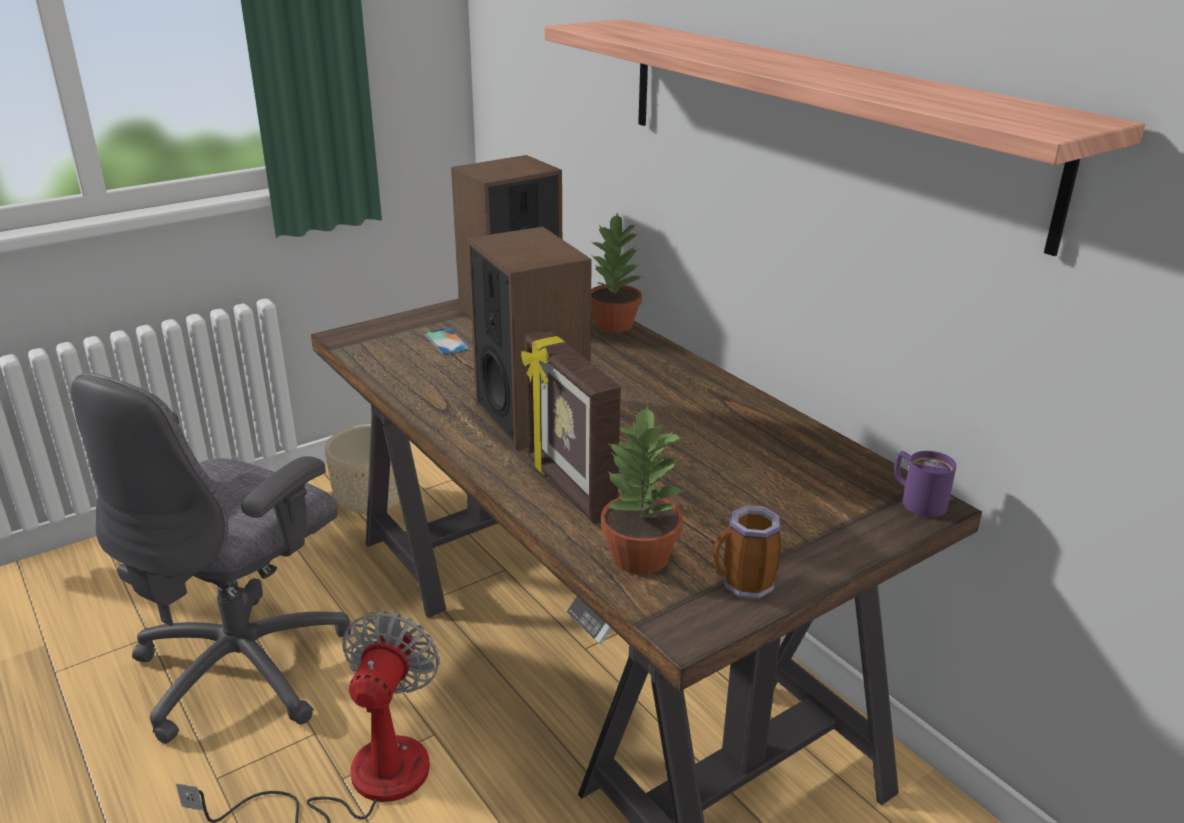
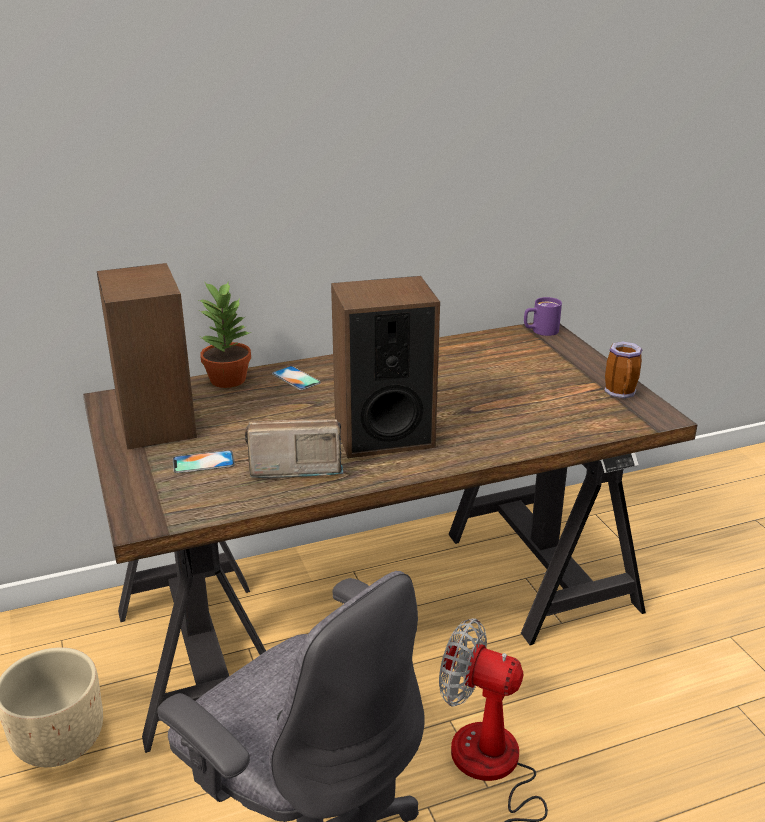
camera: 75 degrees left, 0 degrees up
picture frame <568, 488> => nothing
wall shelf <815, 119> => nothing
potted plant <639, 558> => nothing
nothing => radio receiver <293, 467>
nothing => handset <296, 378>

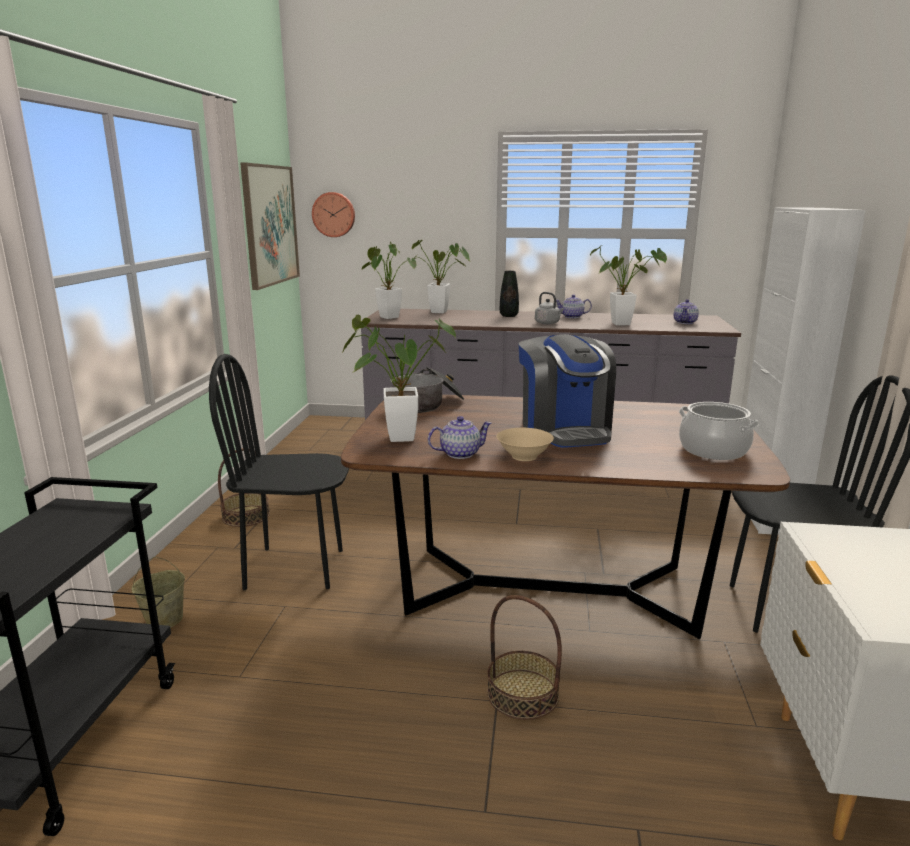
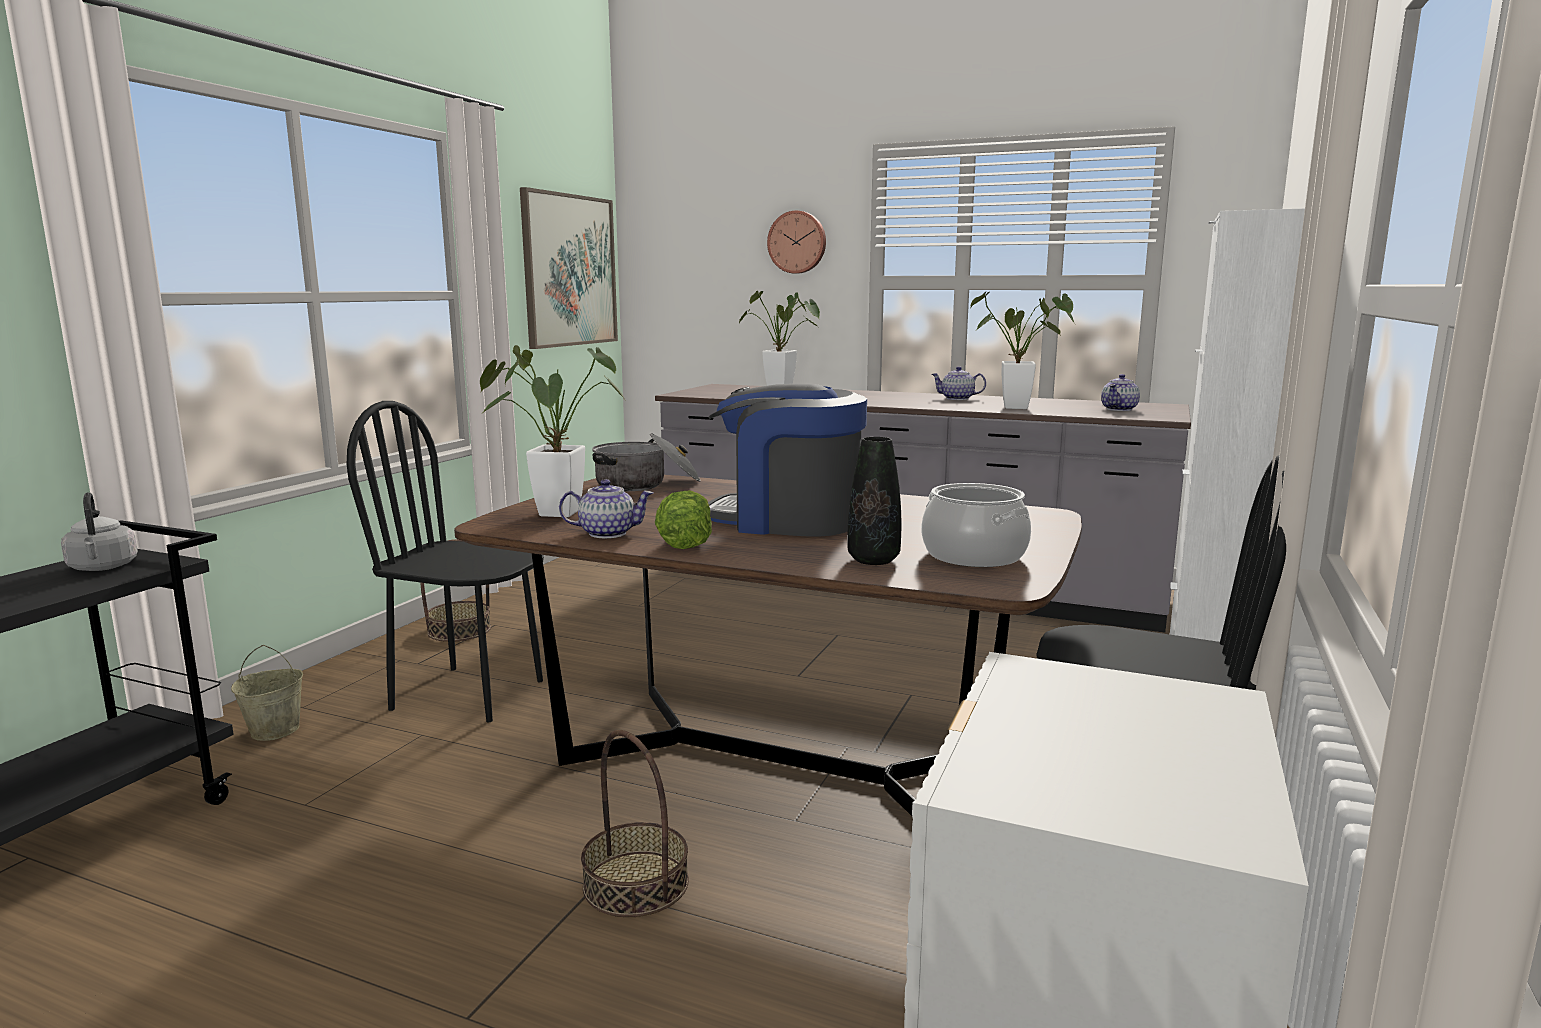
camera: 15 degrees right, 5 degrees down
wall clock <334, 214> => wall clock <797, 242>, relocated
potted plant <387, 317> => nothing
beige-coloured bowl <523, 456> => head of lettuce <686, 542>
black decorative vase <508, 316> => black decorative vase <873, 560>, relocated
coffee brewer <564, 430> => coffee brewer <787, 520>, 105 degrees clockwise
grey water kettle <548, 323> => grey water kettle <103, 568>, relocated

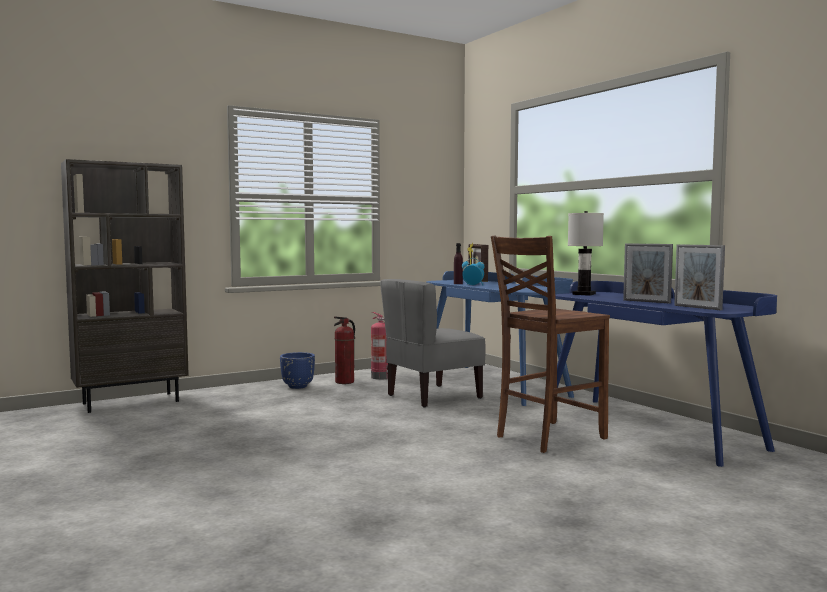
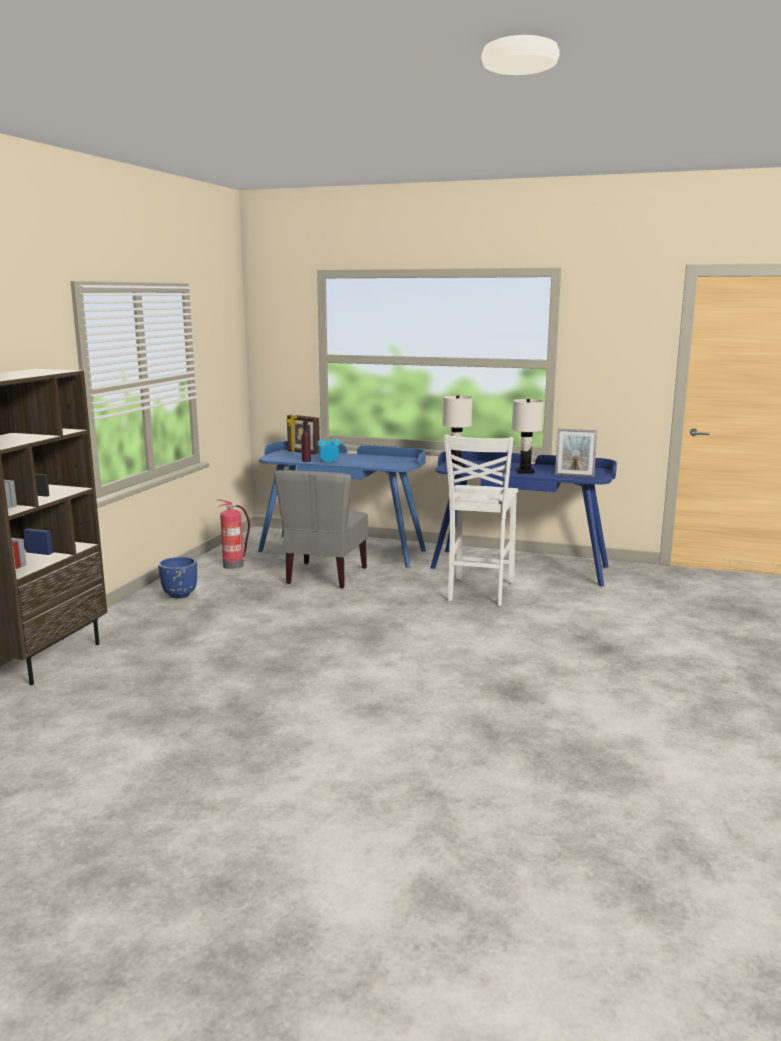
camera: 40 degrees left, 10 degrees up
fire extinguisher <344, 382> => nothing
brown-coloured chair <547, 437> => whitish chair <478, 592>
picture frame <646, 301> => whitish lamp for a table <525, 471>

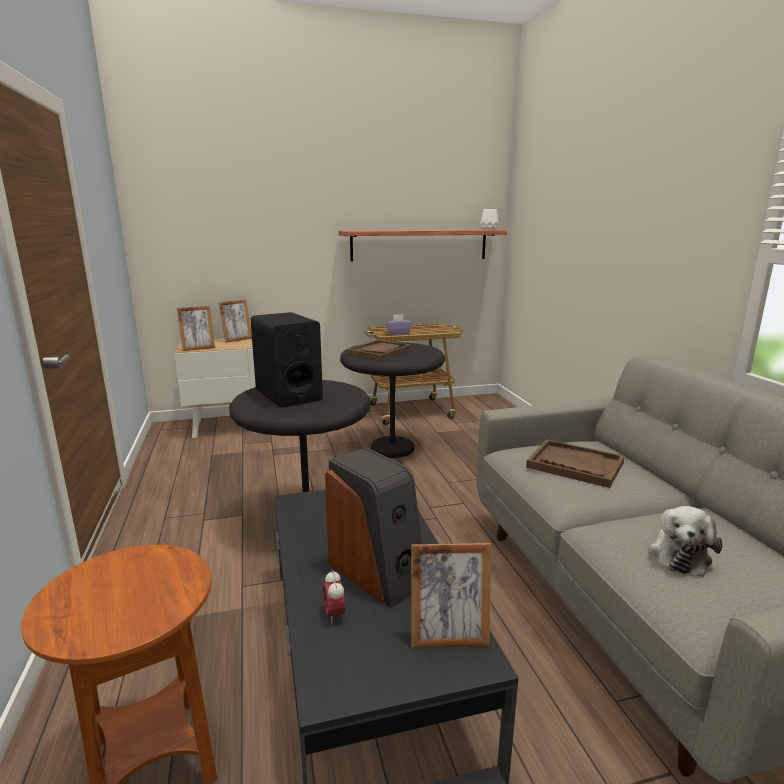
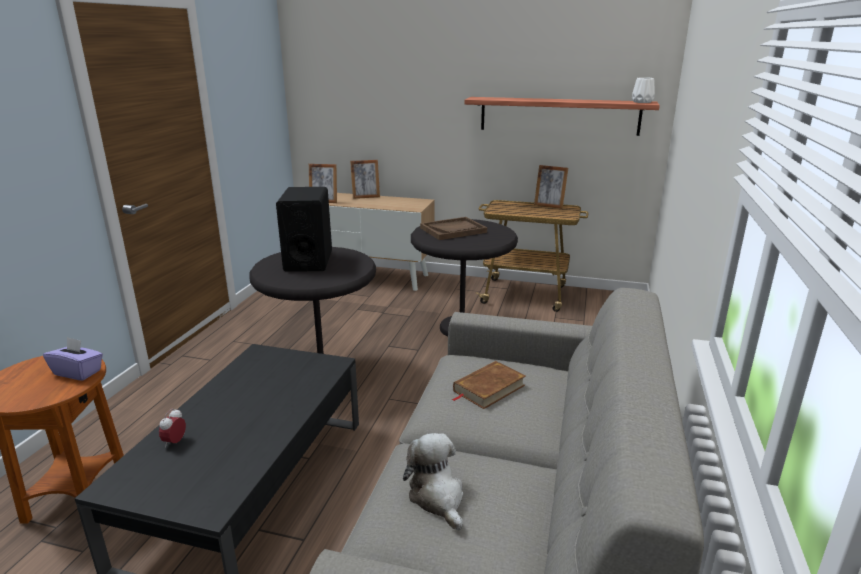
camera: 30 degrees right, 5 degrees up
speaker <377, 573> => nothing
purplish tissue holder <398, 333> => purplish tissue holder <78, 372>, relocated
picture frame <449, 639> => picture frame <549, 206>, relocated
brown-coloured tray <574, 465> => brown-coloured book <488, 388>
plush toy <679, 554> => plush toy <437, 497>, 105 degrees clockwise

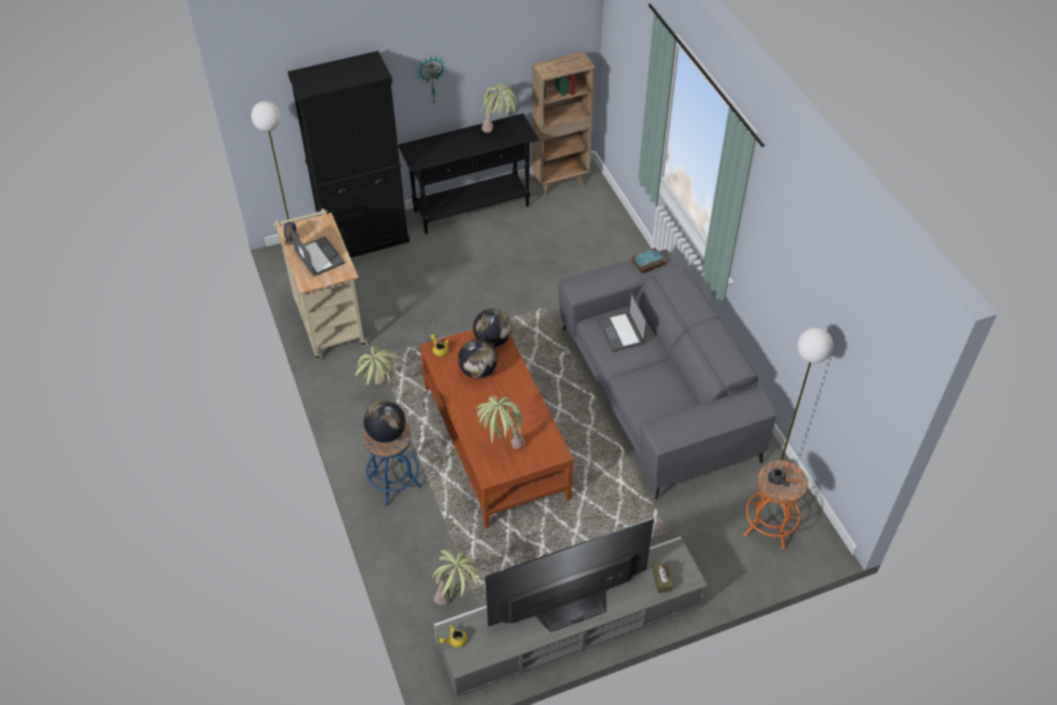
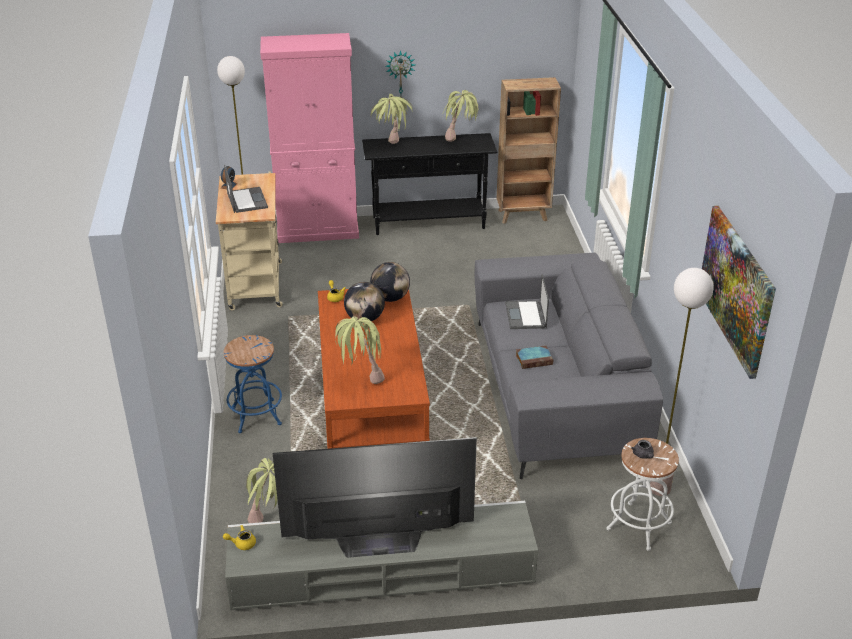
camera: 15 degrees right, 15 degrees down
black cupboard <364, 239> => pink-coloured cupboard <318, 230>
potted plant <380, 393> => potted plant <391, 148>, relocated
world globe <386, 433> => nothing
book <648, 262> => book <534, 359>, relocated
brown-coloured tissue holder <662, 580> => nothing
orange stool <769, 525> => whitish stool <639, 526>
nothing => picture <736, 289>

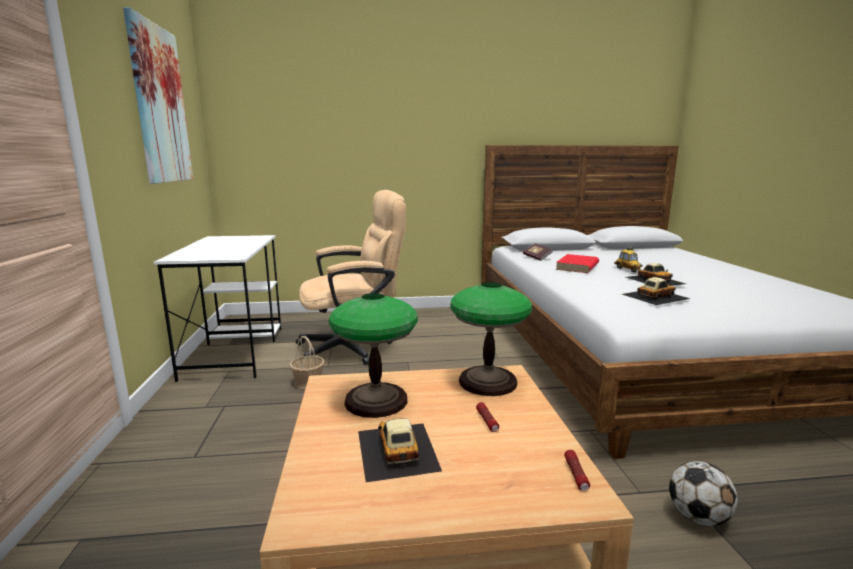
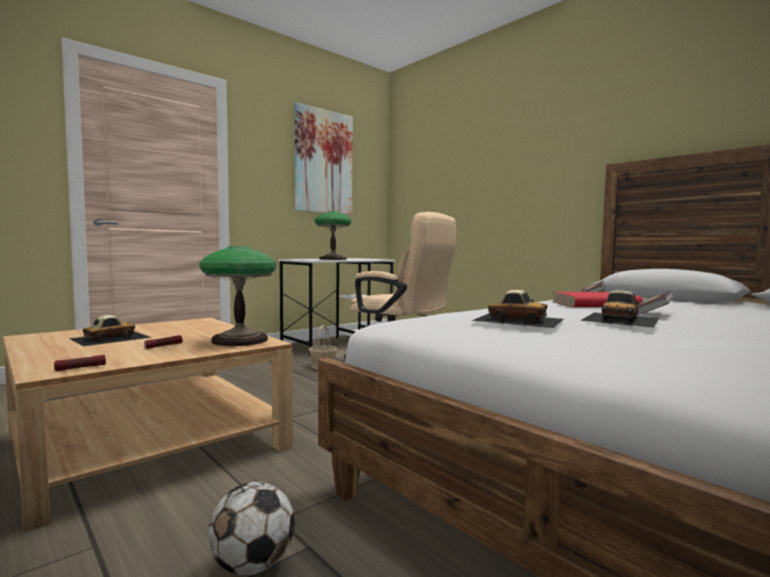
camera: 55 degrees right, 10 degrees down
lamp for a table <376, 401> => lamp for a table <332, 259>, relocated
model car <627, 270> => book <652, 314>

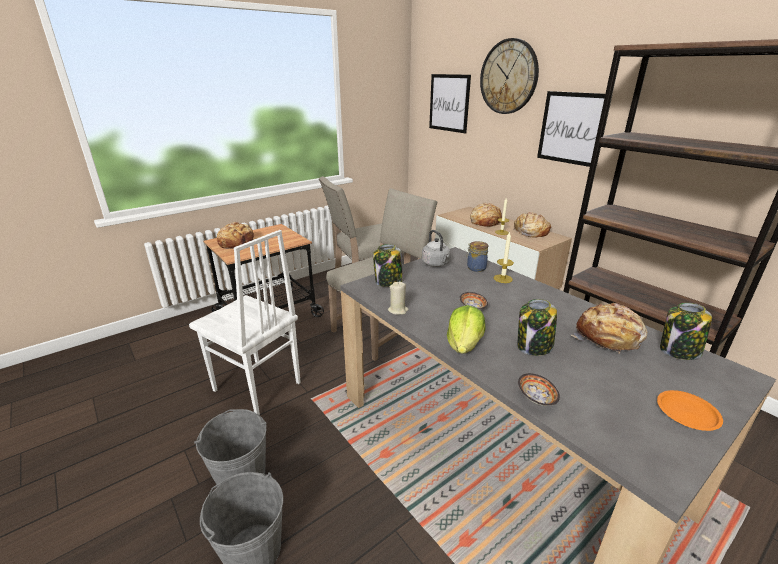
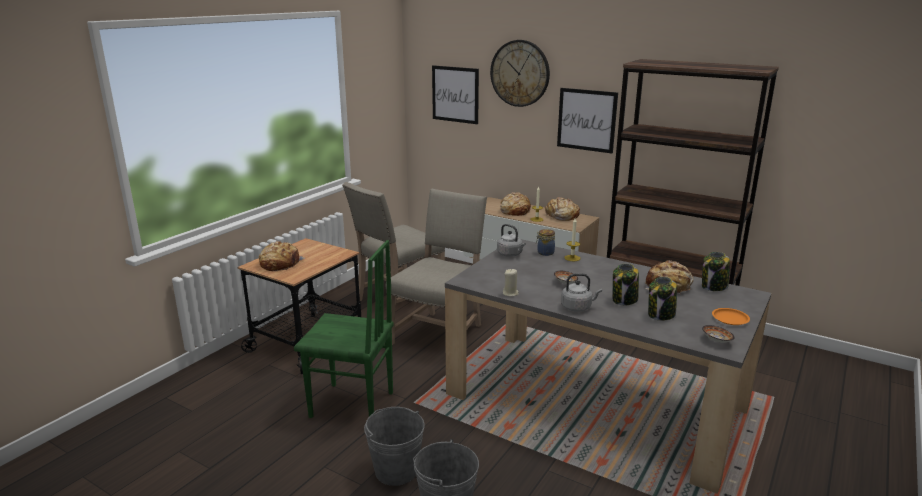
camera: 20 degrees left, 5 degrees down
whitish chair <256, 388> => green chair <352, 406>
storage jar <388, 282> => storage jar <661, 315>, relocated
head of lettuce <464, 345> => grey water kettle <577, 307>
bowl <536, 398> => bowl <716, 340>, relocated

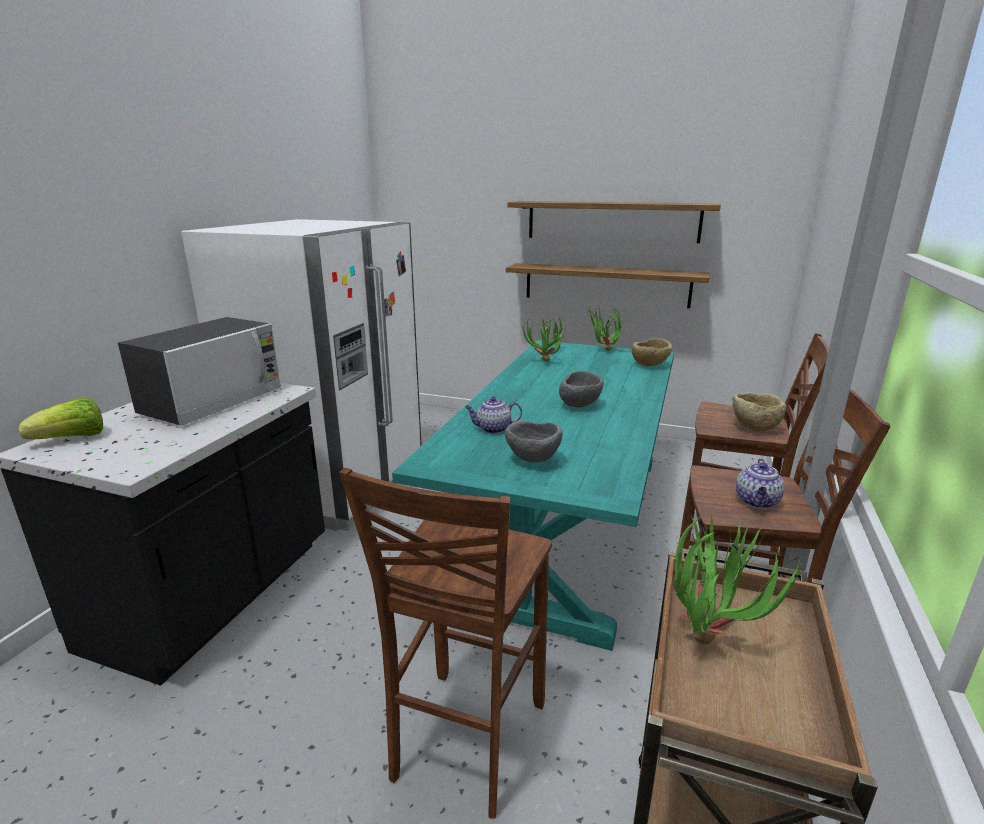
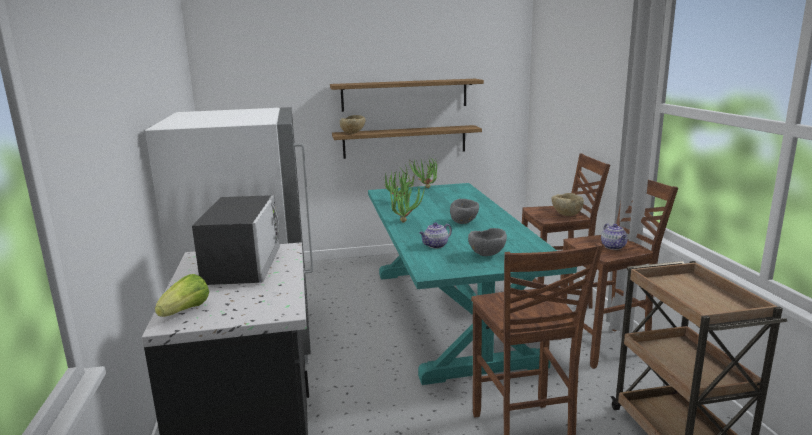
camera: 30 degrees left, 5 degrees down
beige-coloured bowl <650, 366> => beige-coloured bowl <353, 133>, relocated
potted plant <711, 633> => potted plant <405, 220>, relocated

